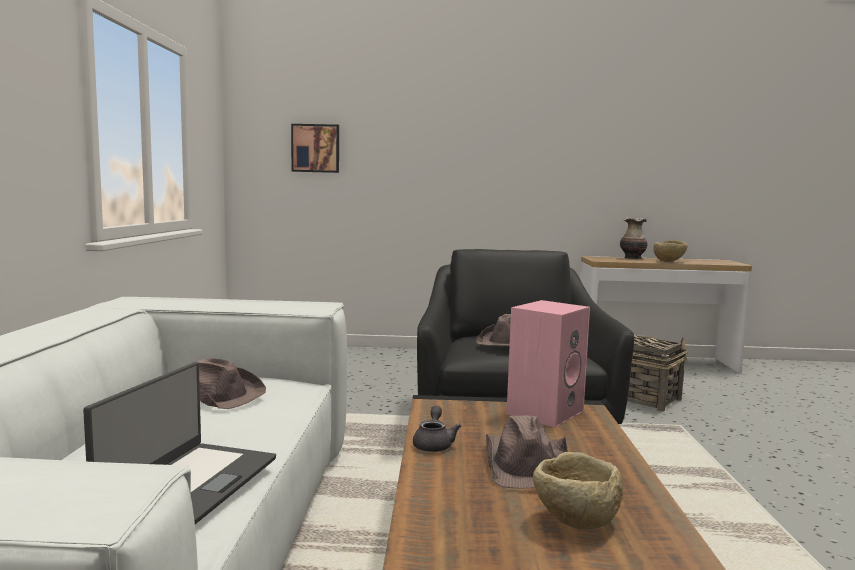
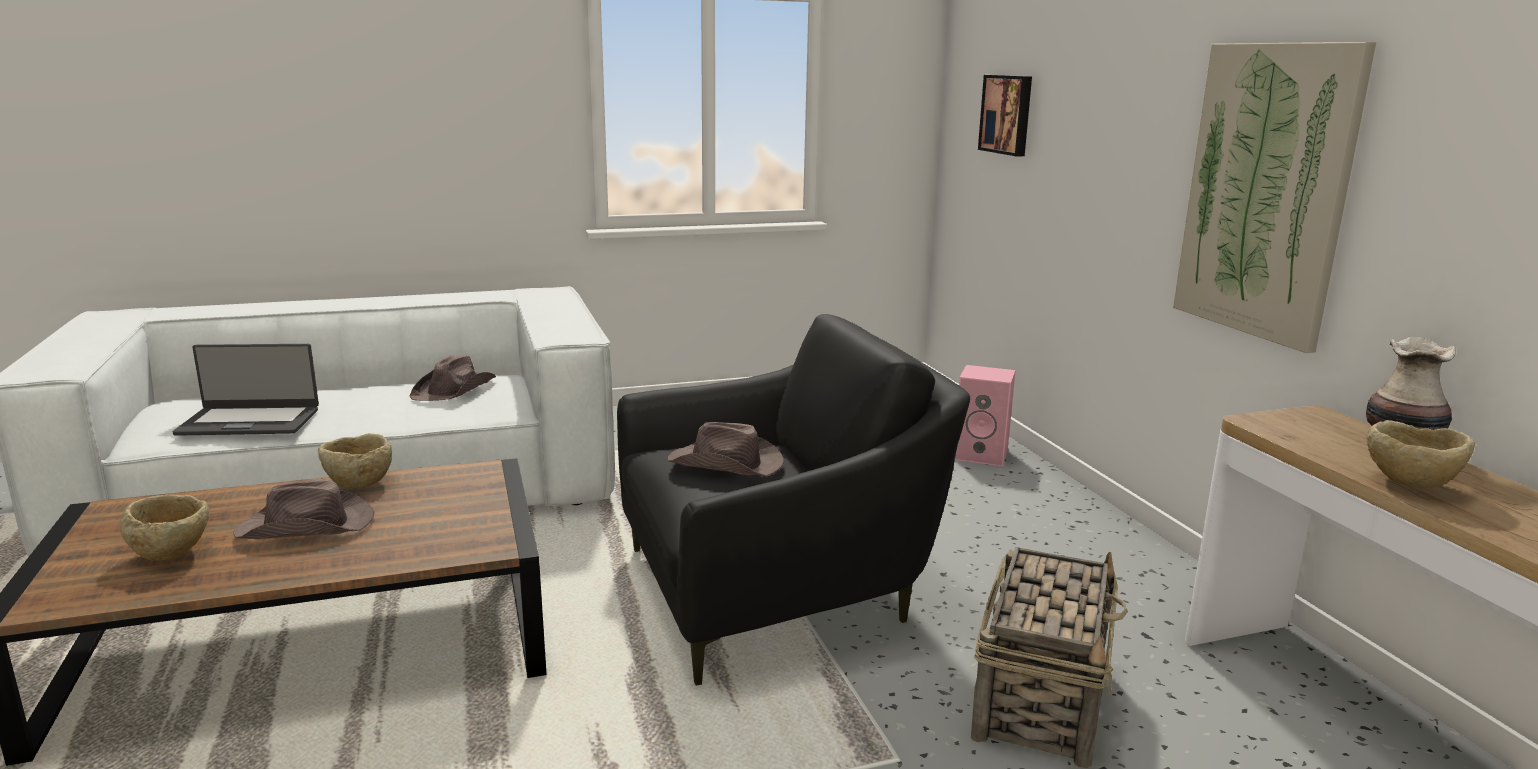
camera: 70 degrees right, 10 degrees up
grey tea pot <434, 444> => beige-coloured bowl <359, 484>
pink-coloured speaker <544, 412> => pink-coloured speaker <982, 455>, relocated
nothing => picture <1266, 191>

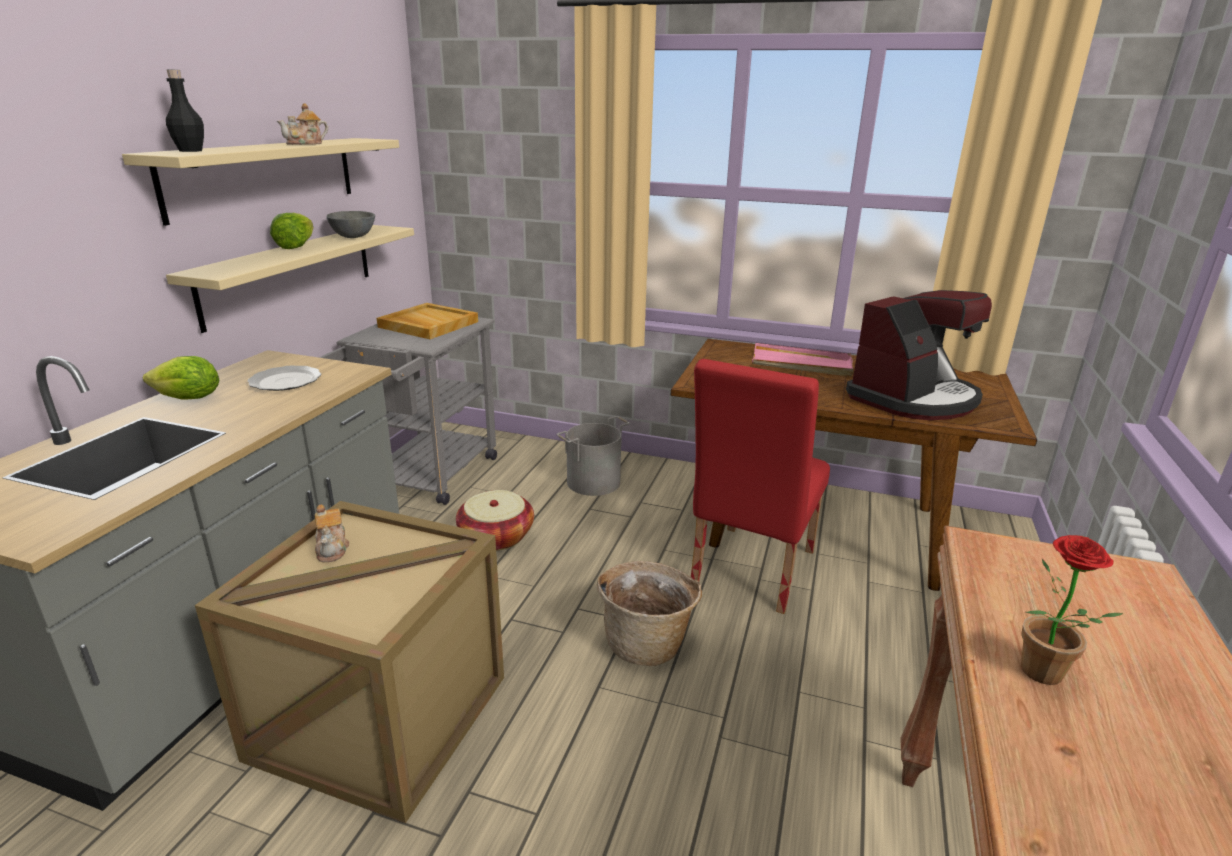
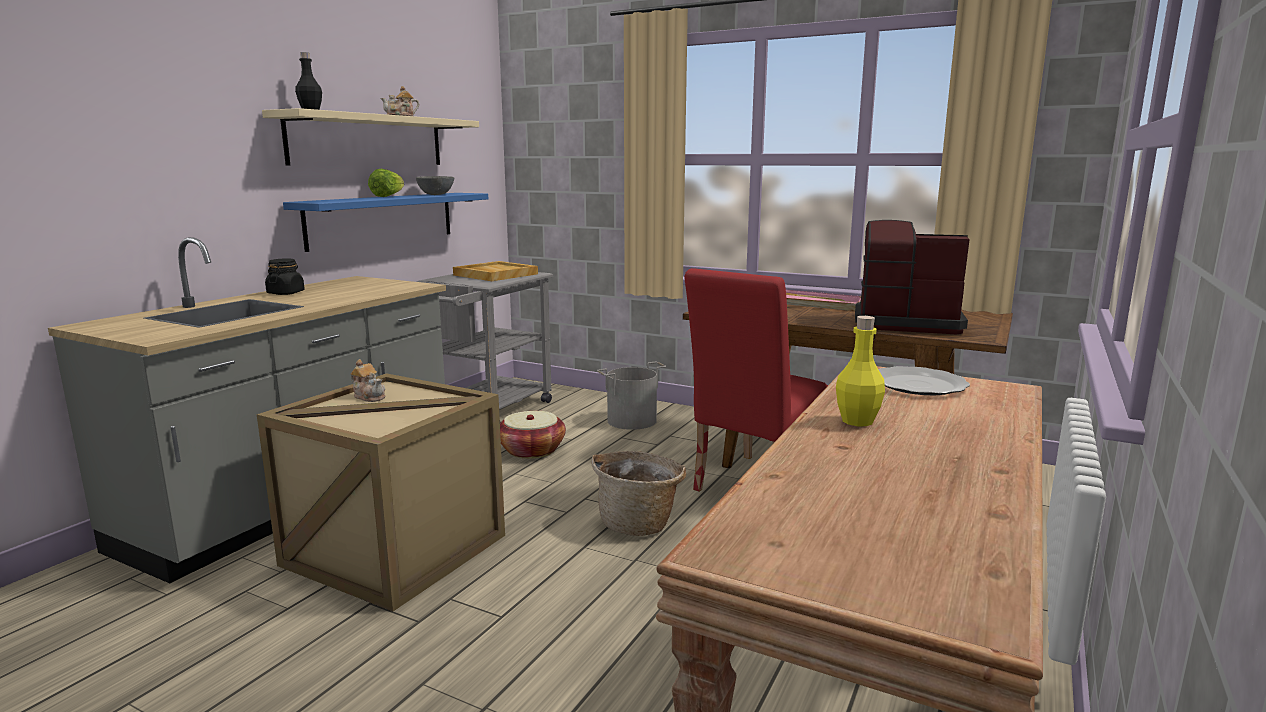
camera: 10 degrees right, 10 degrees down
head of lettuce <189, 399> => black storage jar <286, 293>
beige-coloured wall shelf <291, 273> => bluish wall shelf <382, 219>
flat dish <285, 381> => flat dish <916, 384>, relocated
tea pot <332, 549> => tea pot <369, 396>, 45 degrees counterclockwise
coffee brewer <914, 399> => coffee brewer <905, 323>, 135 degrees counterclockwise
potted plant <1042, 677> => yellow bottle <857, 421>

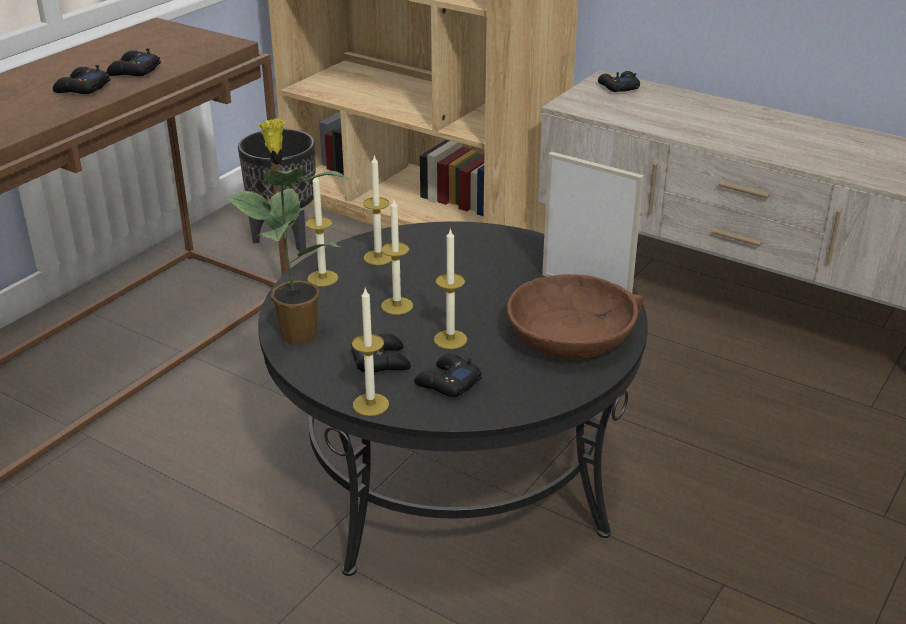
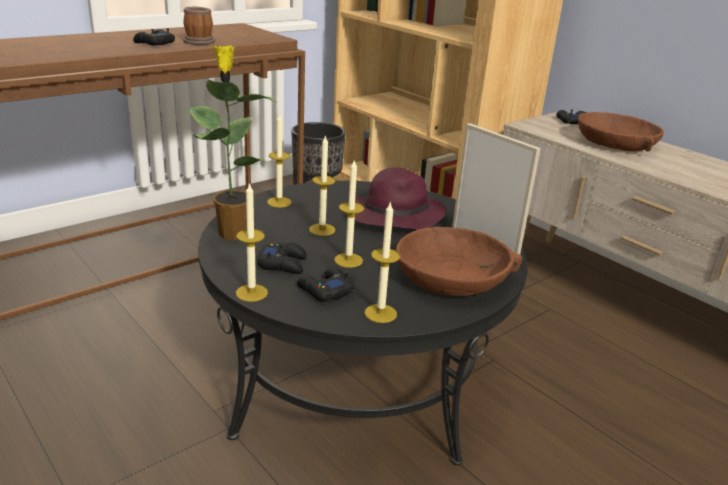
camera: 15 degrees right, 5 degrees down
black game controller <133, 71> => tea mug <198, 41>
wax light <378, 257> => wax light <380, 313>, relocated
nothing => purplish wearable hat <394, 217>
nothing => brown-coloured bowl <616, 143>

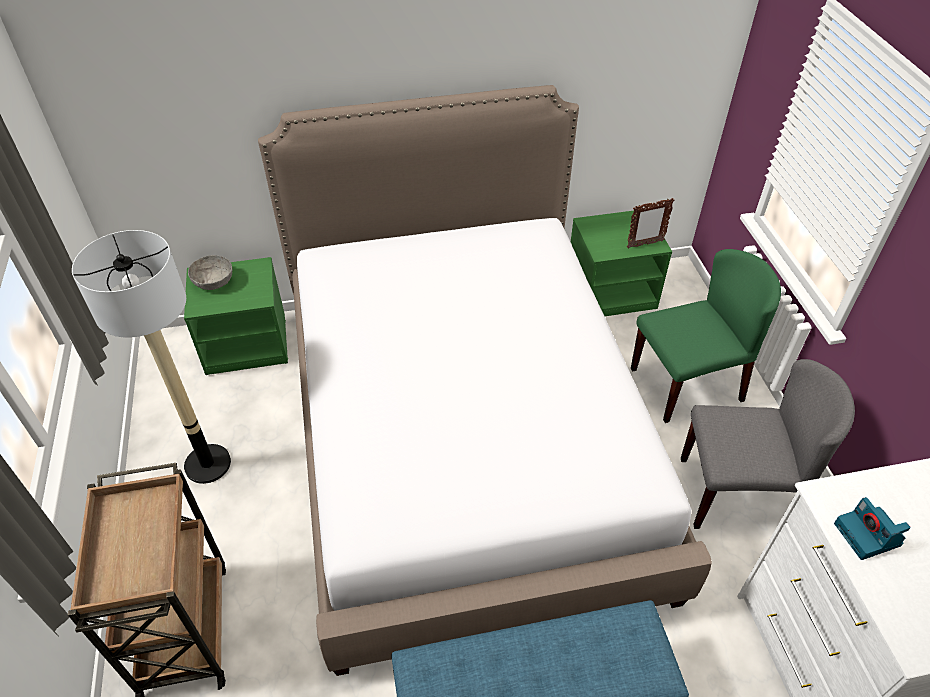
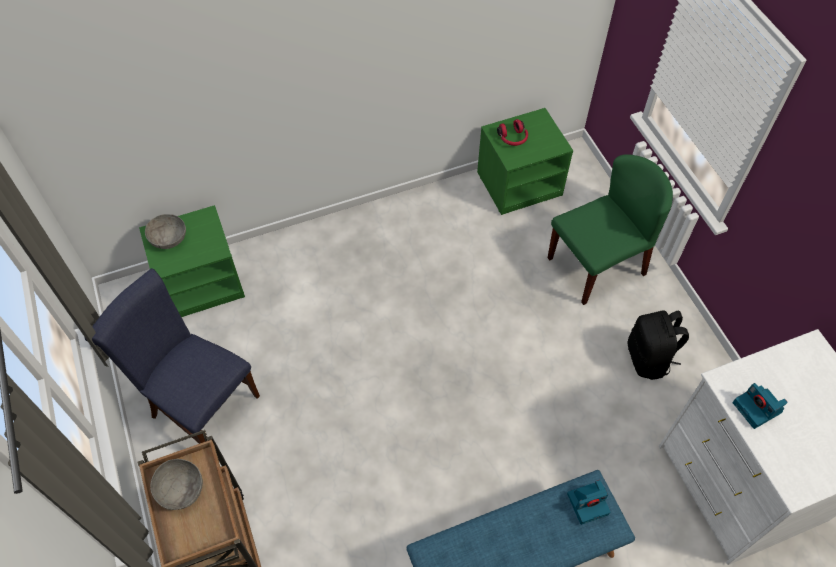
camera: 10 degrees left, 10 degrees up
standard lamp <208, 464> => bluish chair <200, 404>
sleeping bed <465, 439> => nothing
picture frame <644, 244> => nothing
grey chair <737, 493> => black knapsack <649, 359>
nothing => grey bowl <181, 490>
nothing => red-coloured headphones <513, 138>
nothing => still camera <588, 503>

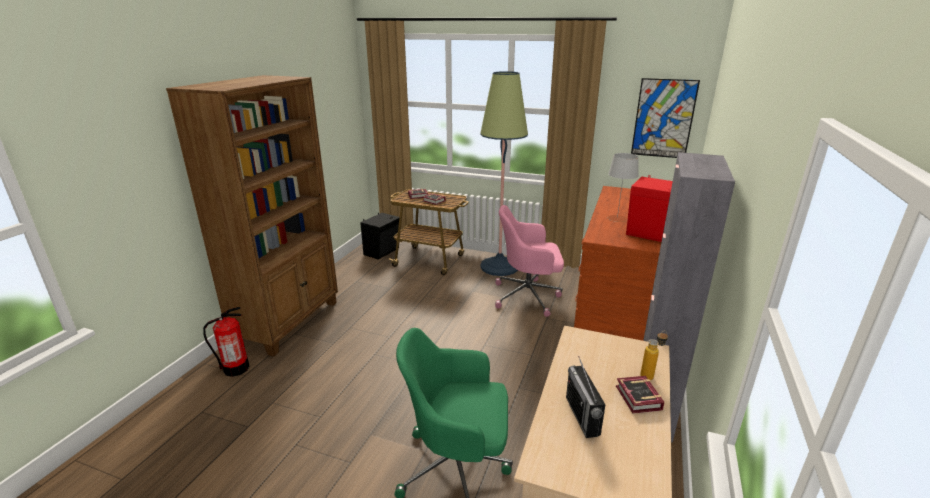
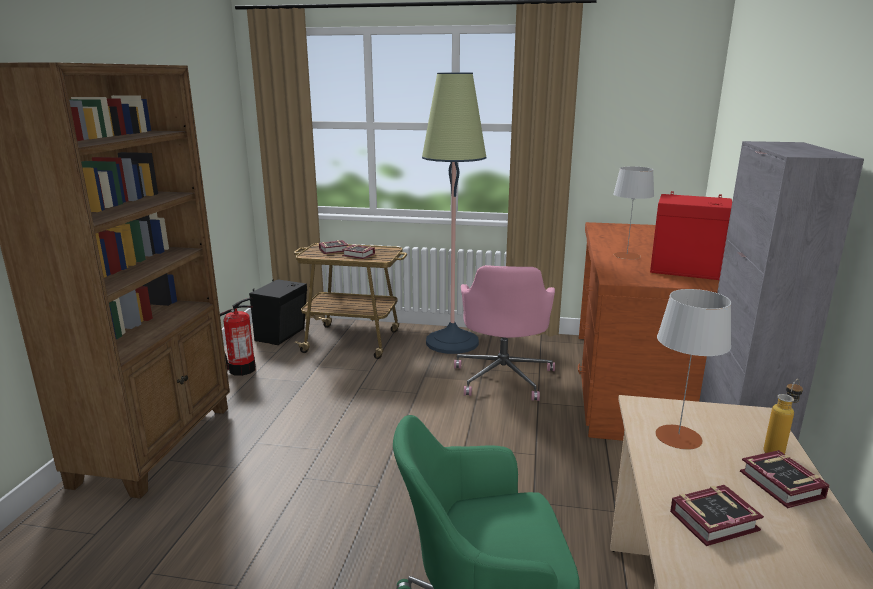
camera: 10 degrees left, 5 degrees down
fire extinguisher <236, 368> => fire extinguisher <242, 369>, relocated
pink-coloured office chair <528, 296> => pink-coloured office chair <503, 376>, 75 degrees counterclockwise
radio receiver <582, 416> => book <718, 521>
picture <663, 118> => nothing
nothing => grey lamp for a table <678, 437>

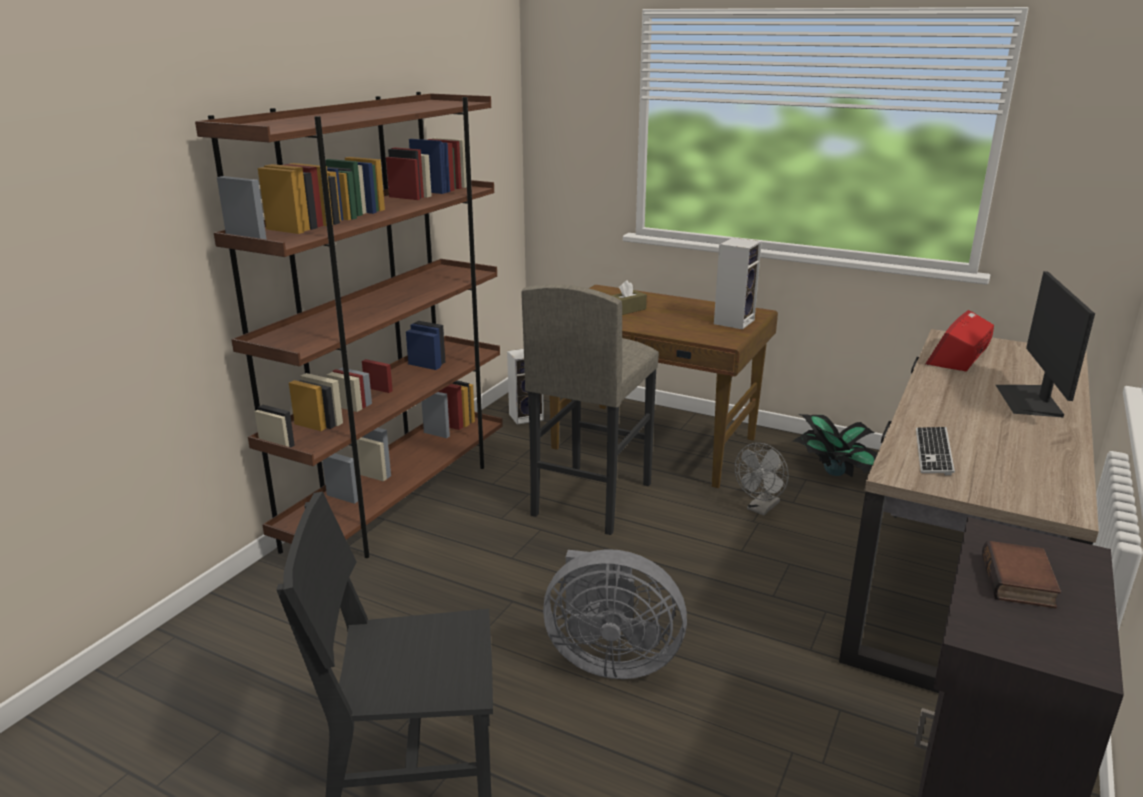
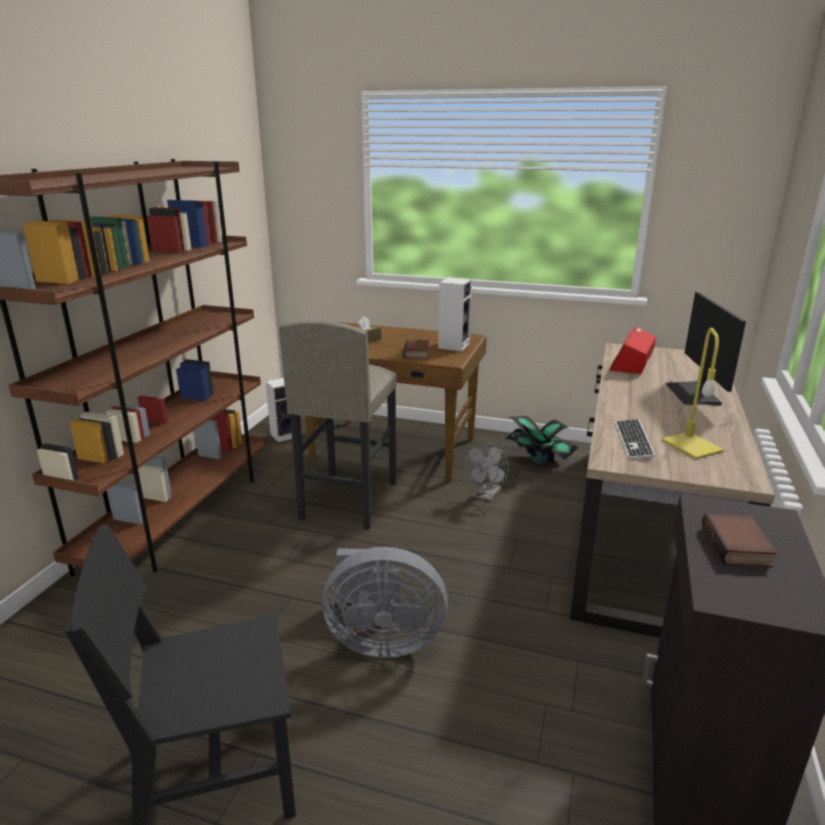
camera: 10 degrees left, 0 degrees up
nothing => book <417, 353>
nothing => yellow lamp for a table <690, 445>

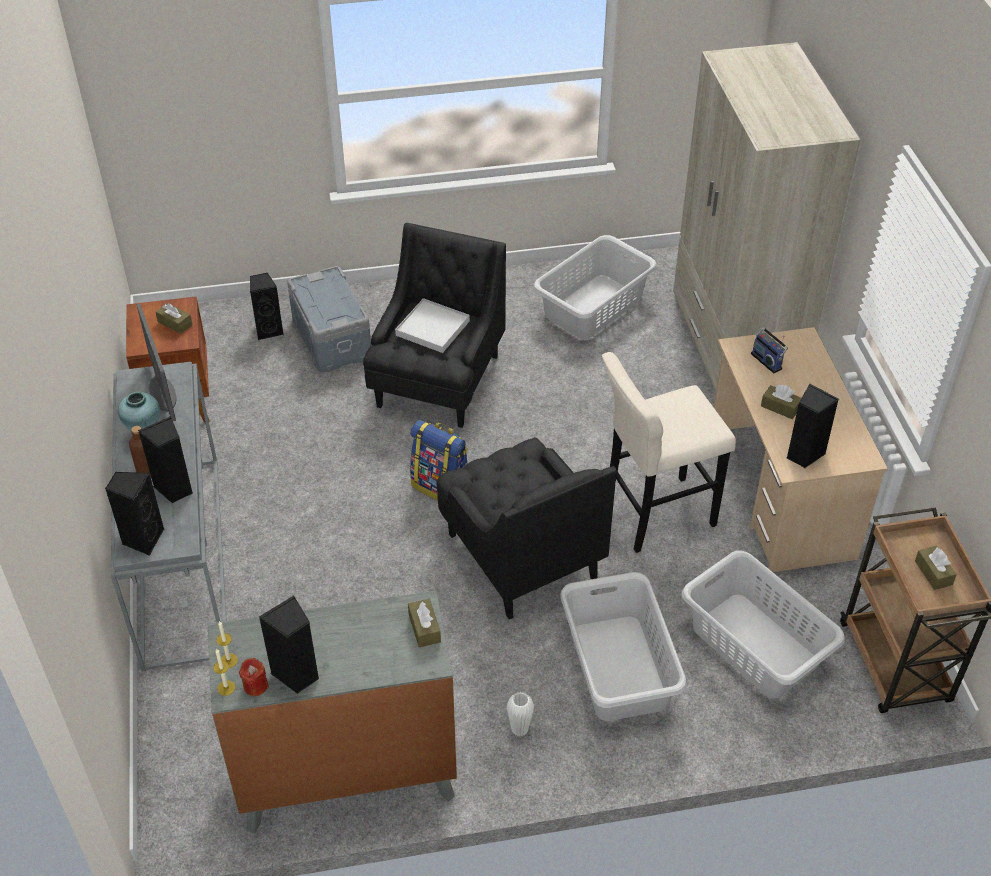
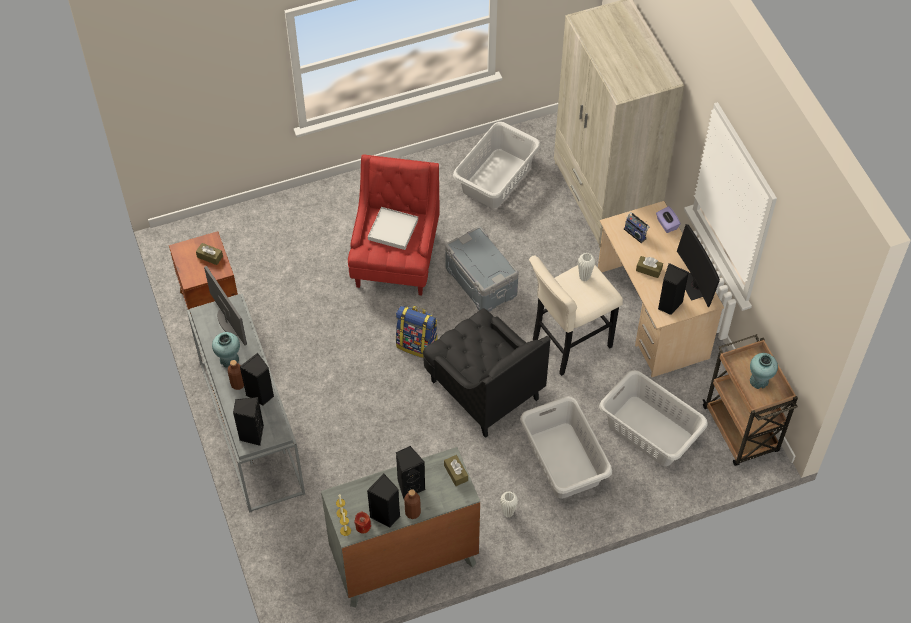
camera: 10 degrees left, 10 degrees up
black speaker <269, 330> => black speaker <410, 486>, relocated
grey storage container <332, 338> => grey storage container <481, 281>, relocated
black easy chair <438, 382> => red-coloured easy chair <396, 260>
brown-coloured tissue holder <933, 573> => blue-green decorative vase <759, 381>
nothing => brown-coloured bottle <412, 512>
nothing => whitish decorative vase <584, 277>
nothing => purplish tissue holder <666, 224>
nothing => monitor <695, 285>

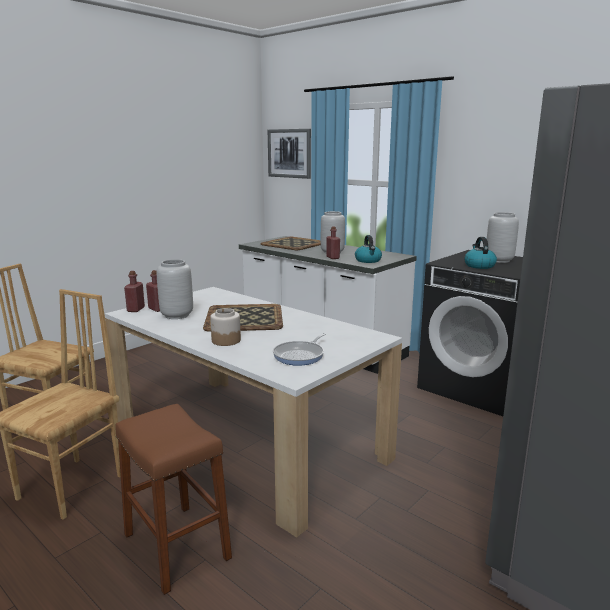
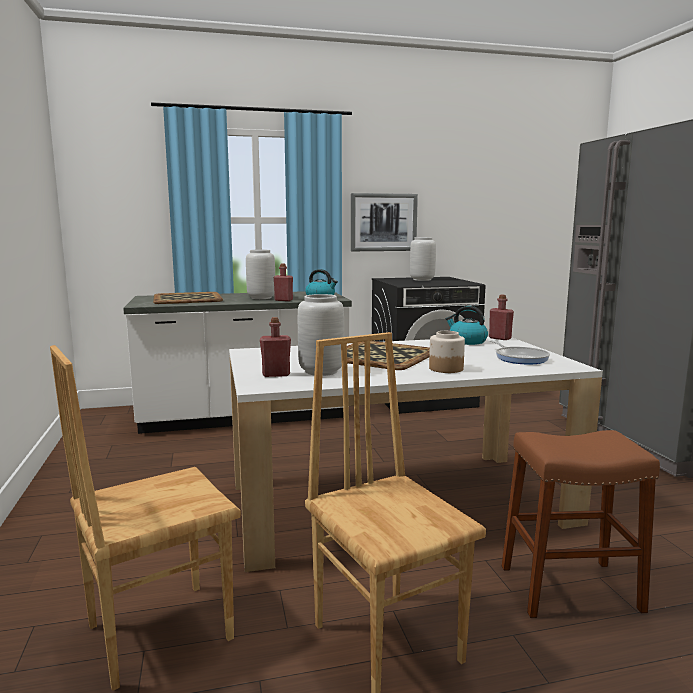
camera: 55 degrees left, 5 degrees down
red-coloured bottle <136, 309> => red-coloured bottle <500, 338>, relocated
picture <289, 153> => picture <383, 222>, relocated
water kettle <479, 265> => water kettle <467, 341>, relocated

